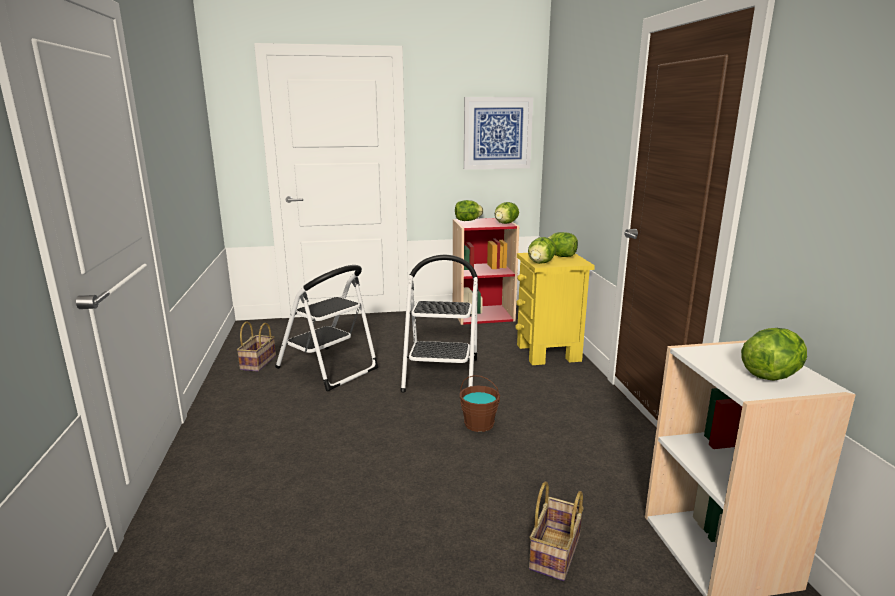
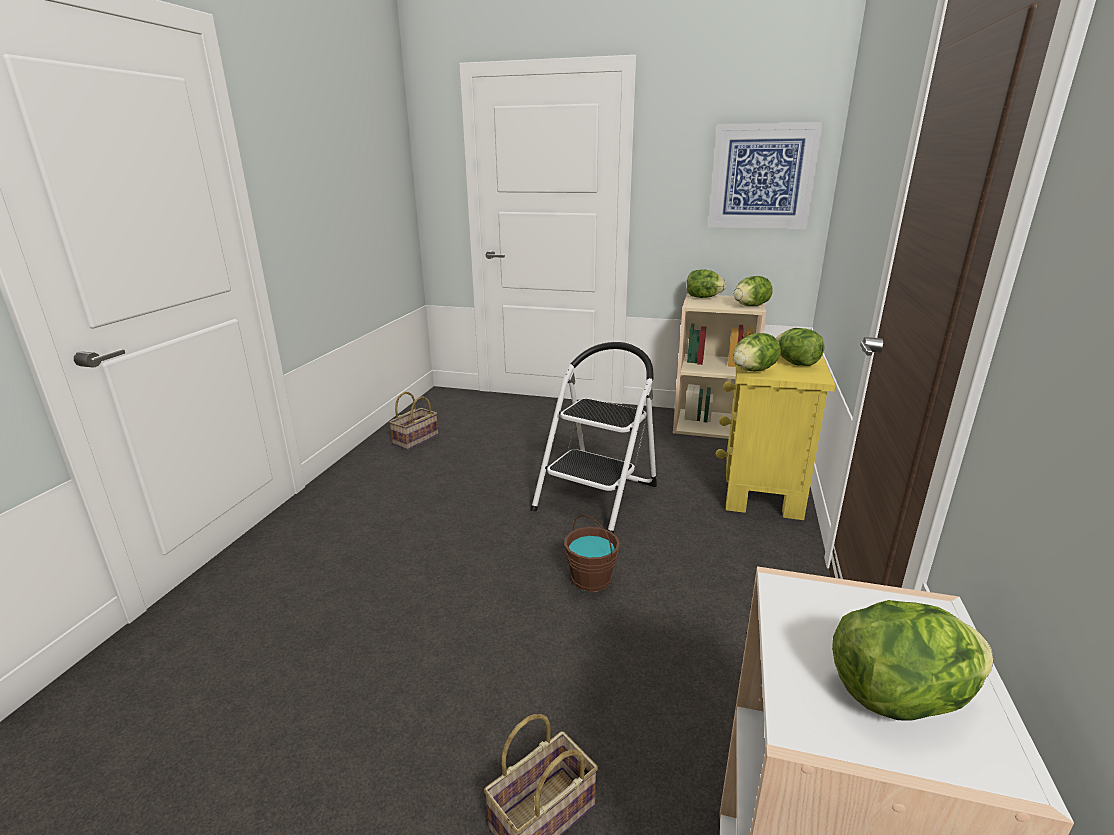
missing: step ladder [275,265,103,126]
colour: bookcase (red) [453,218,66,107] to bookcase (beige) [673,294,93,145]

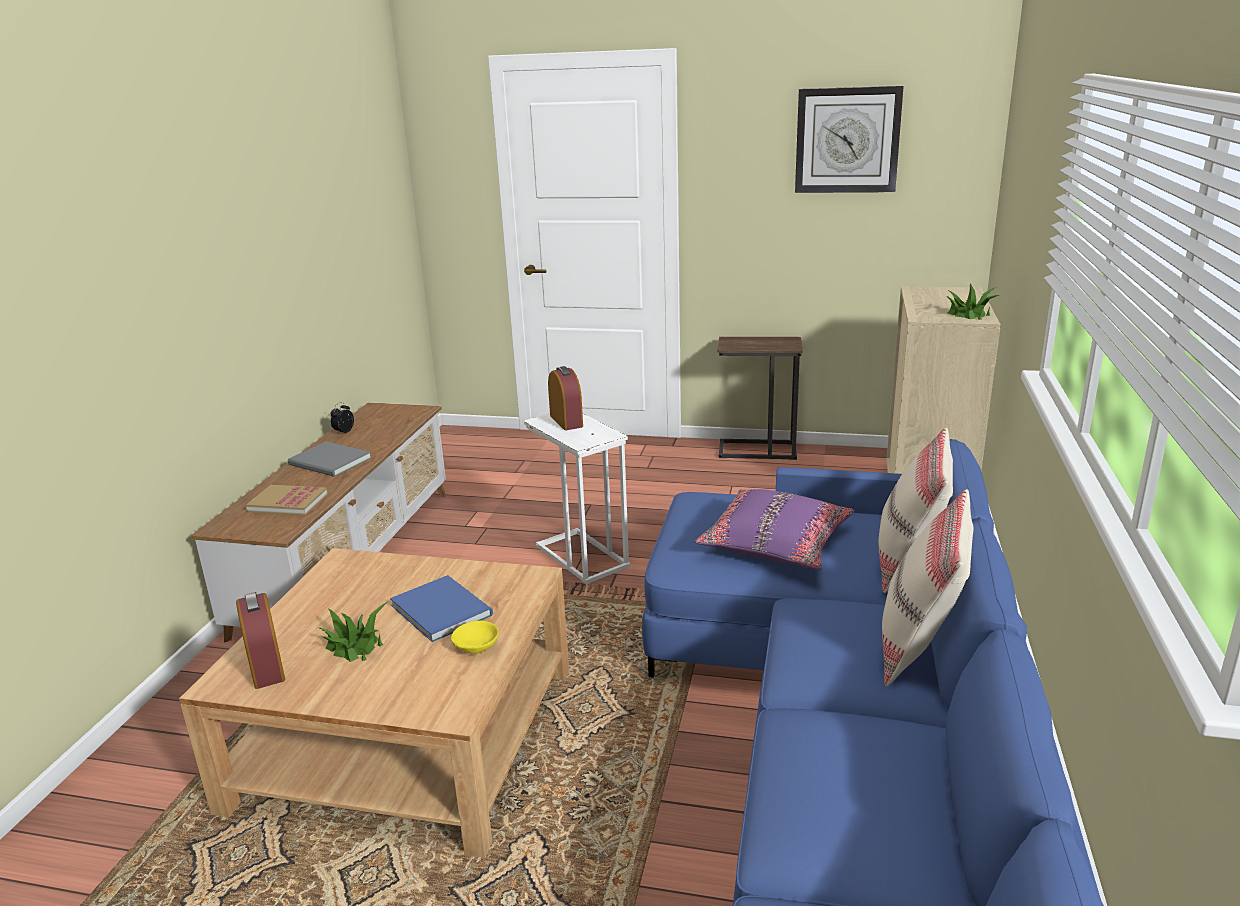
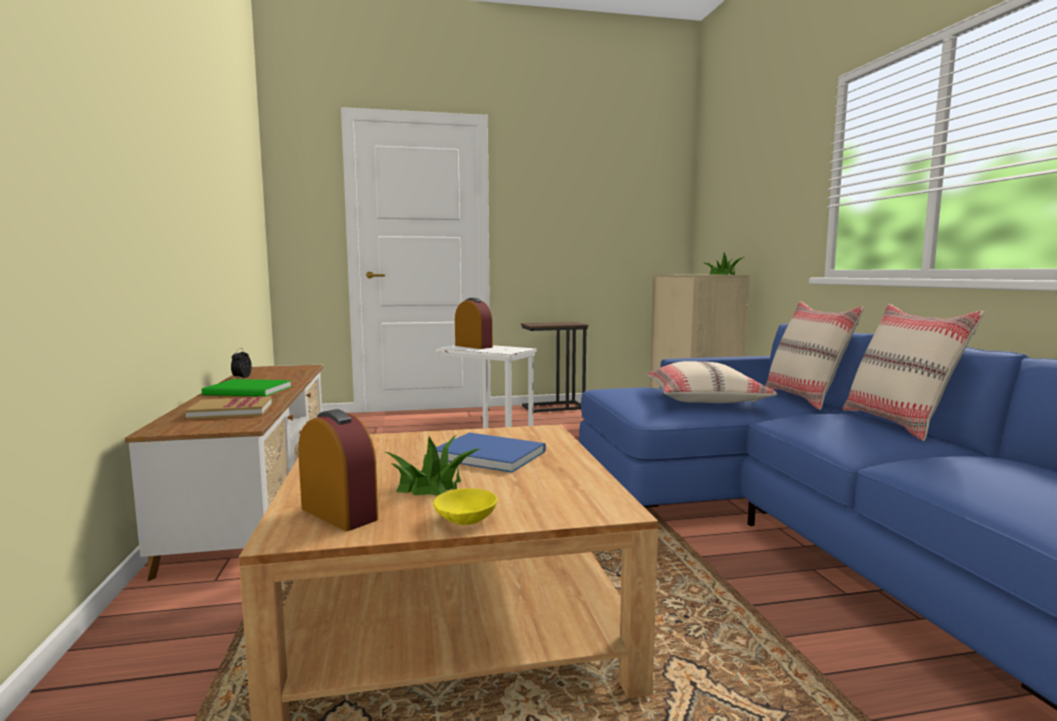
missing: wall clock [795,86,109,107]
relocated: bowl (yellow) [451,621,48,33] to [433,488,64,37]
colour: book (grey) [288,441,83,36] to book (green) [202,379,90,18]; pillow (purple) [695,489,160,81] to pillow (beige) [647,361,130,42]

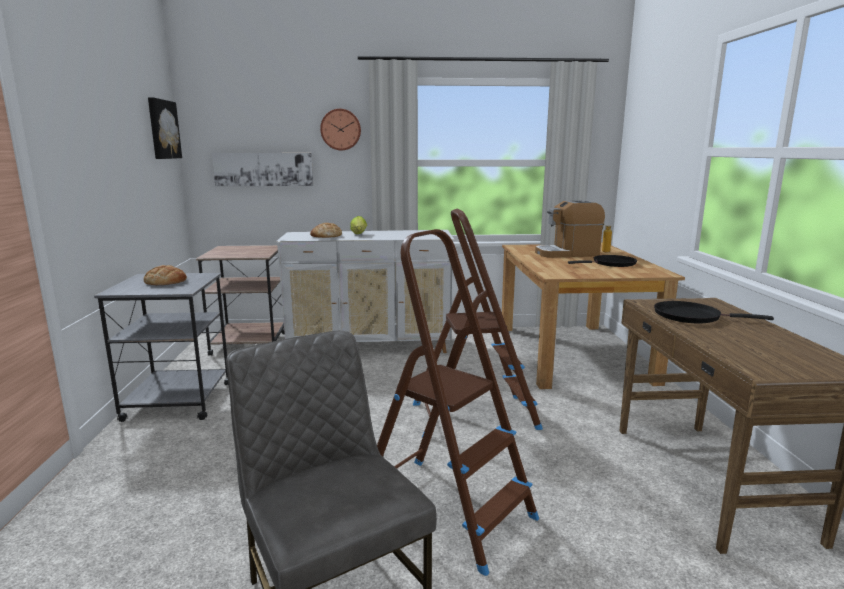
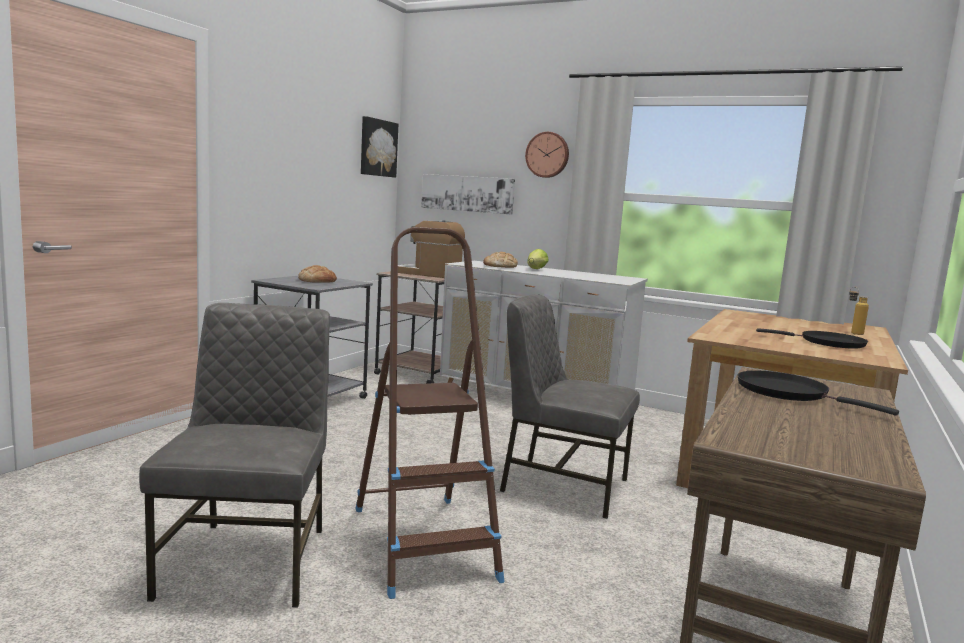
relocated: coffee machine [535,200,70,58] to [398,220,67,58]
exchanged: step ladder (brown) [413,209,130,229] to chair (grey) [500,294,140,225]

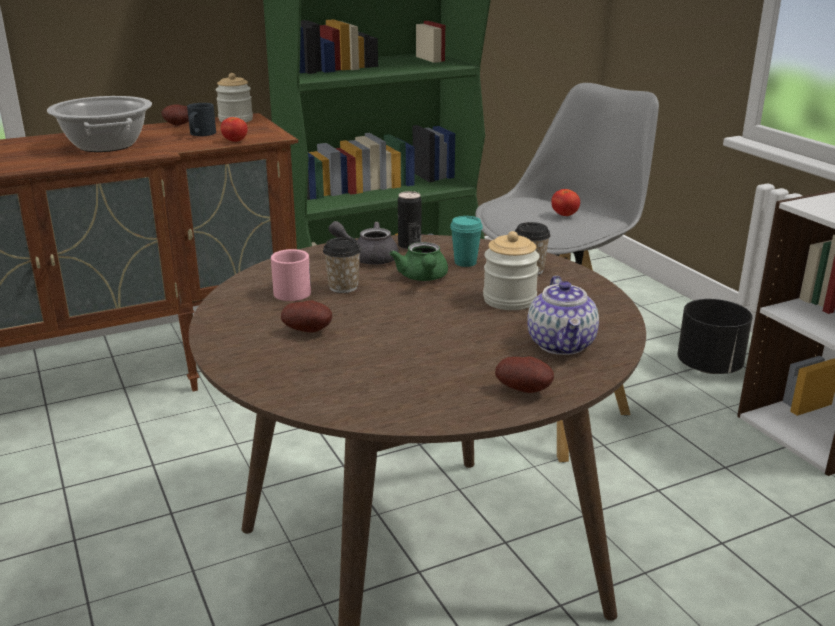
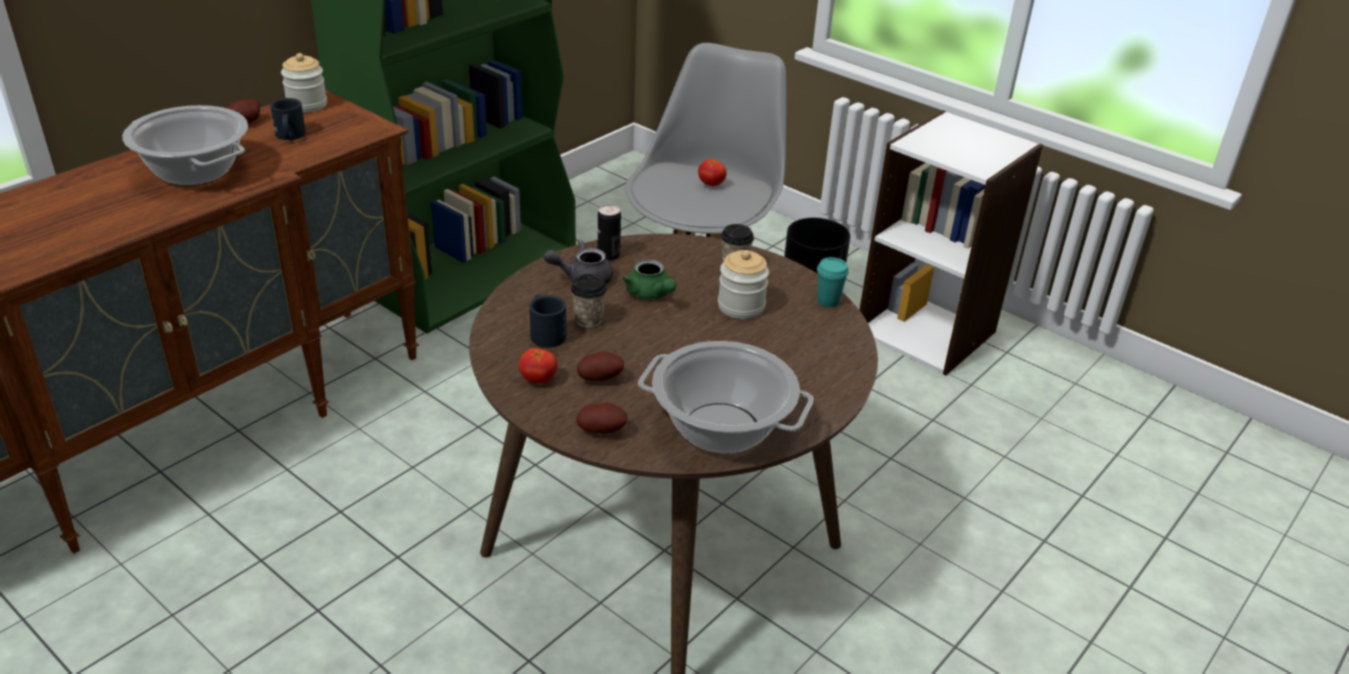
missing: teapot [527,276,72,79]
appeared: cooking pot [638,341,176,113]
relocated: tomato [221,117,27,25] to [519,348,39,36]; potato [495,357,59,36] to [576,403,51,31]; cup (turquoise) [450,216,33,51] to [817,257,32,50]
colour: mug (pink) [271,249,40,52] to mug (black) [529,295,37,53]

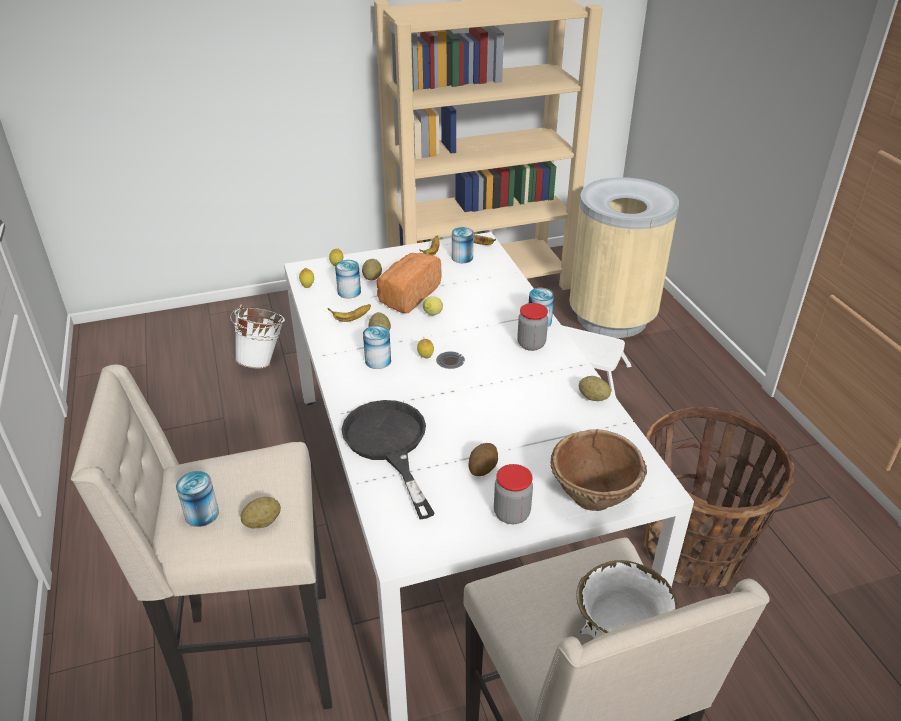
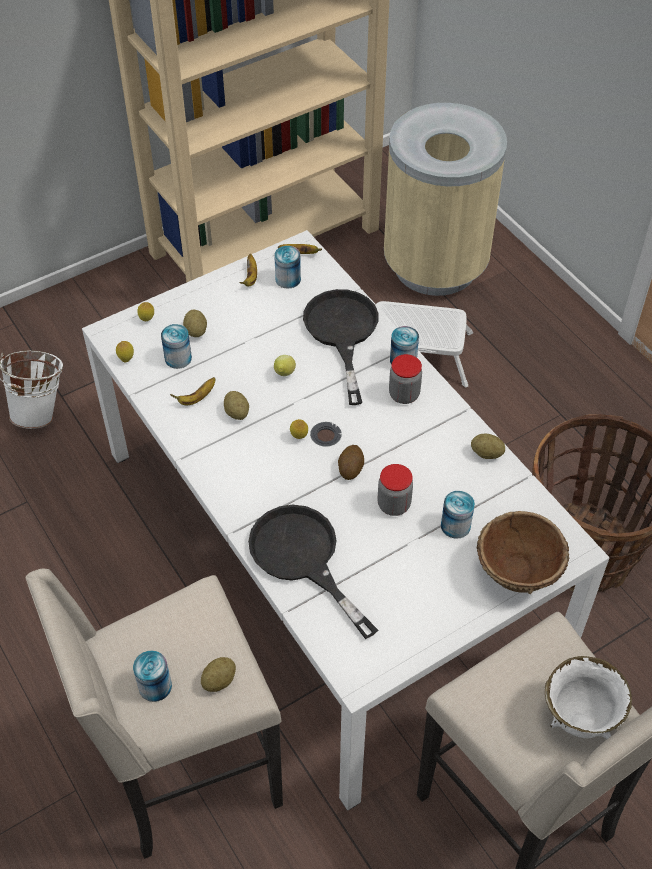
missing: bread [377,253,64,61]
appeared: frying pan (black) [303,289,76,116]
relocated: potato [469,443,29,33] to [338,445,26,35]; jar [494,464,39,60] to [378,464,35,52]; can [363,325,28,44] to [441,491,34,48]

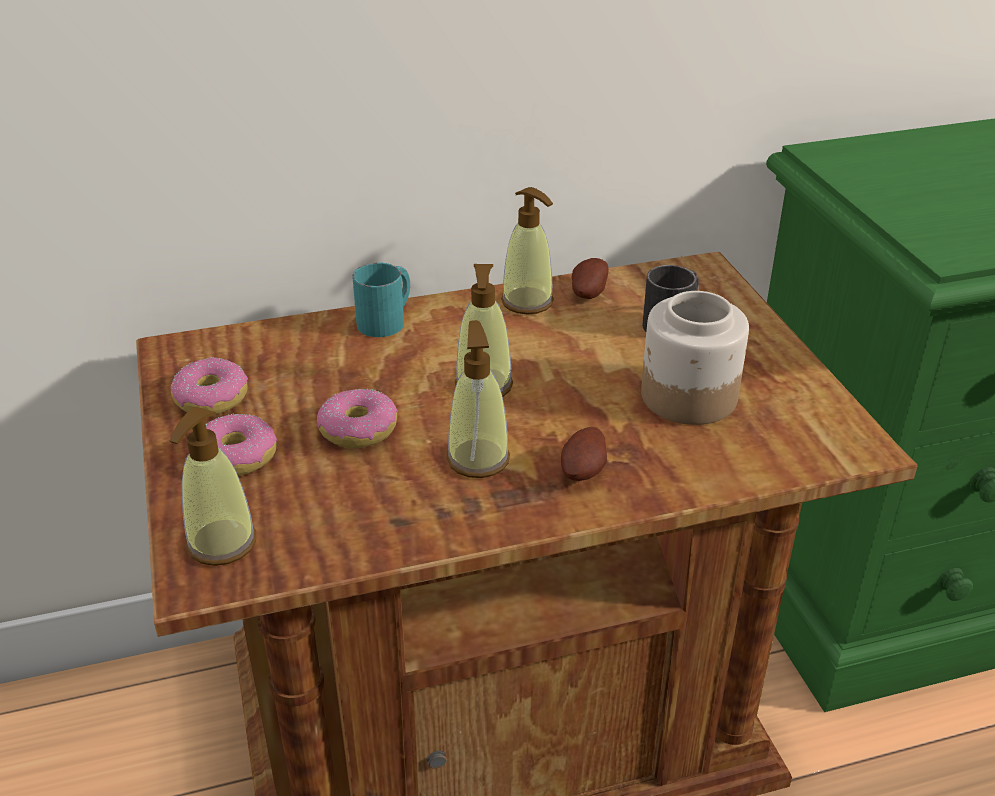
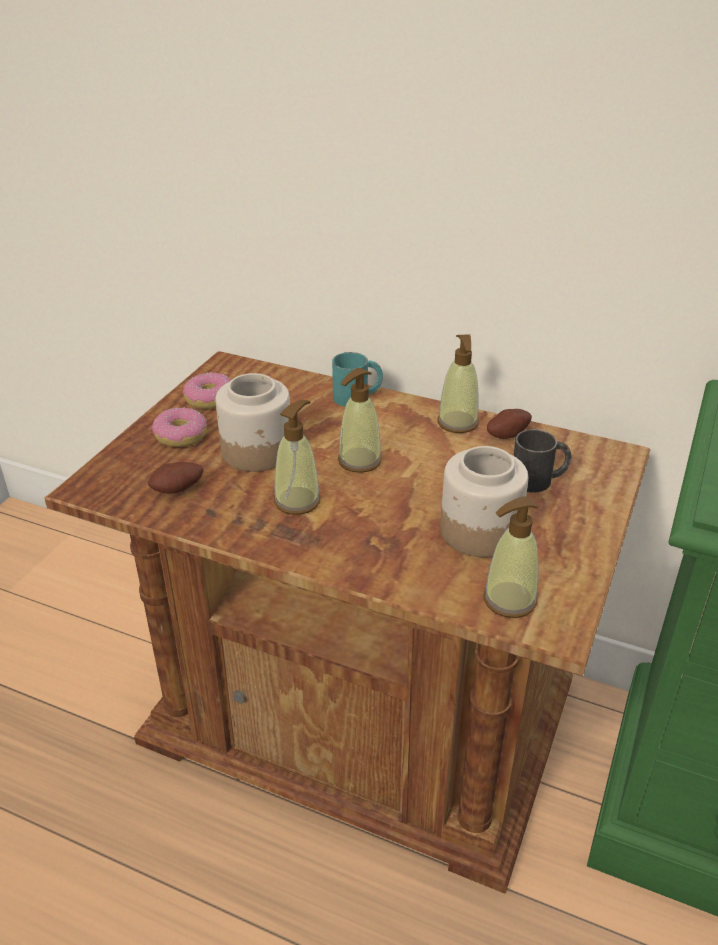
relocated: potato [561,427,46,54] to [148,462,55,31]; soap dispenser [169,407,87,159] to [484,496,55,122]
exchanged: donut [317,389,81,59] to jar [216,373,74,99]

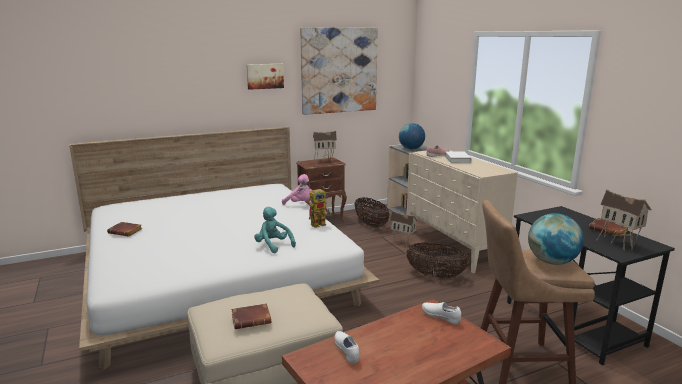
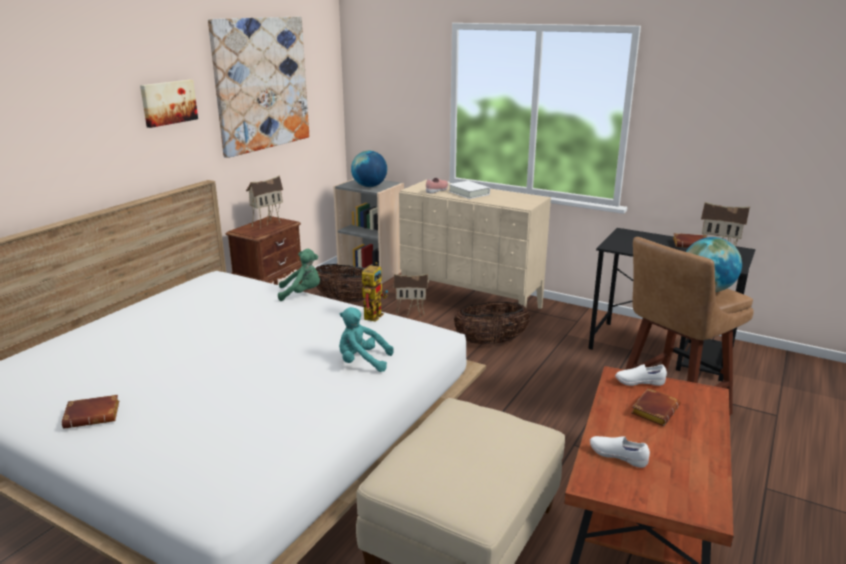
relocated: book (brown) [231,303,40,26] to [631,388,49,38]
colour: plush toy (pink) [282,174,30,31] to plush toy (green) [278,249,42,52]

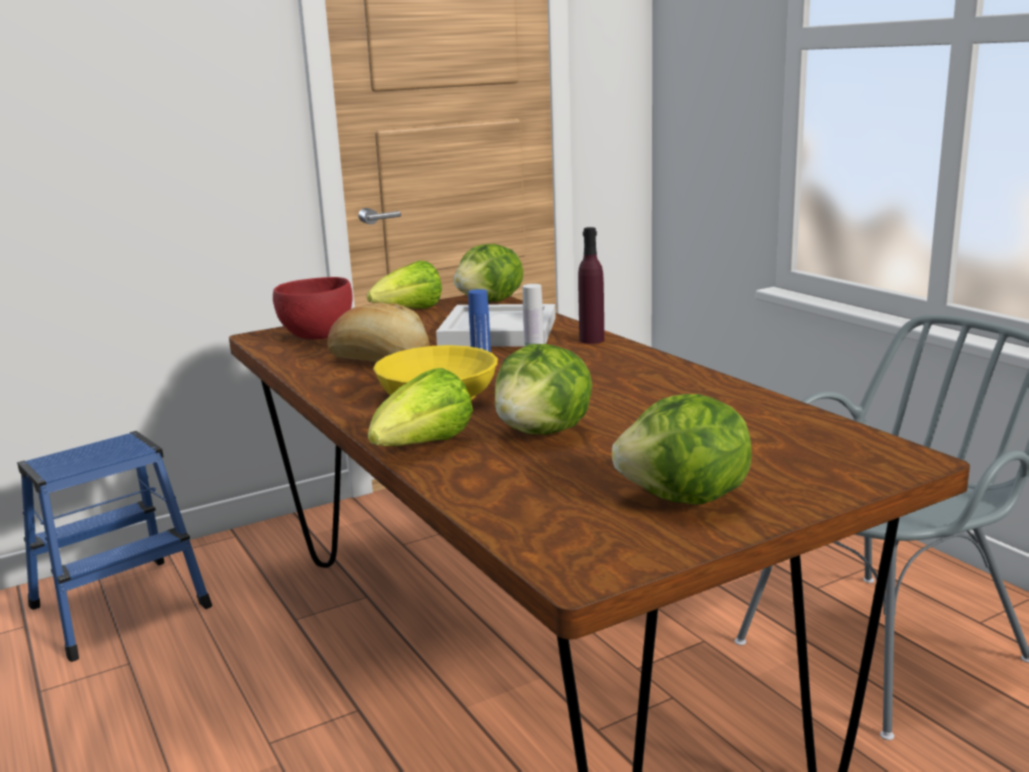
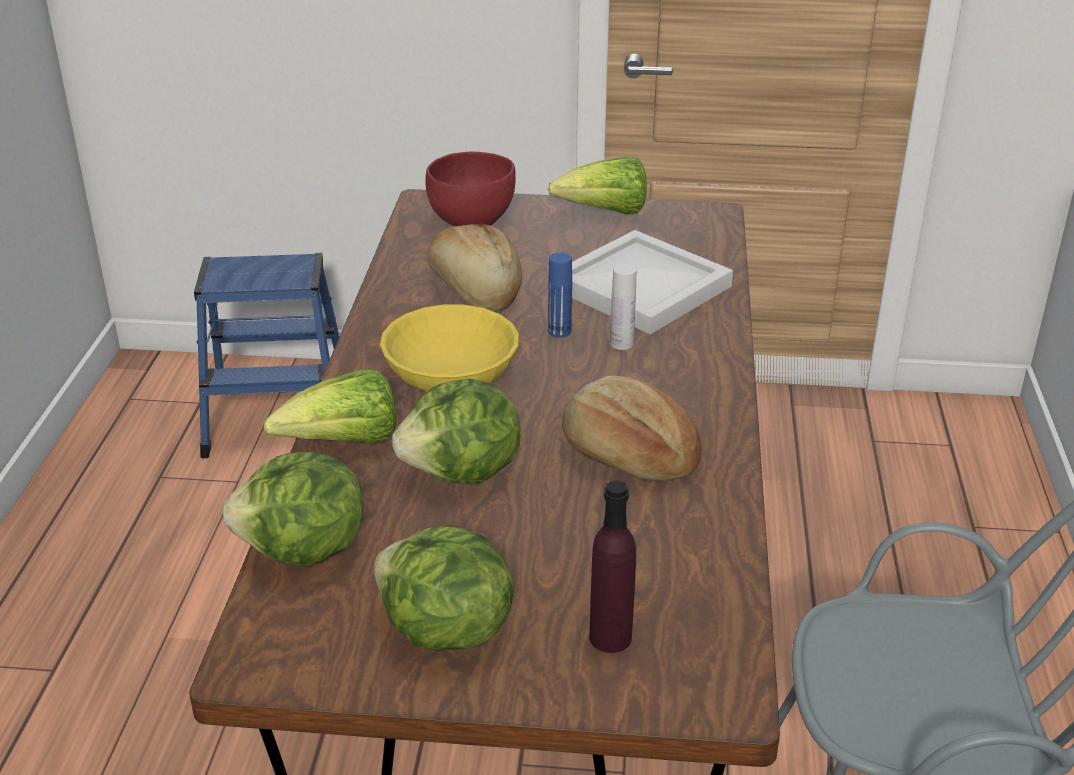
appeared: bread [562,376,140,105]
relocated: lettuce [453,244,70,58] to [223,451,141,116]; bottle (purple) [578,227,26,117] to [589,480,47,173]

